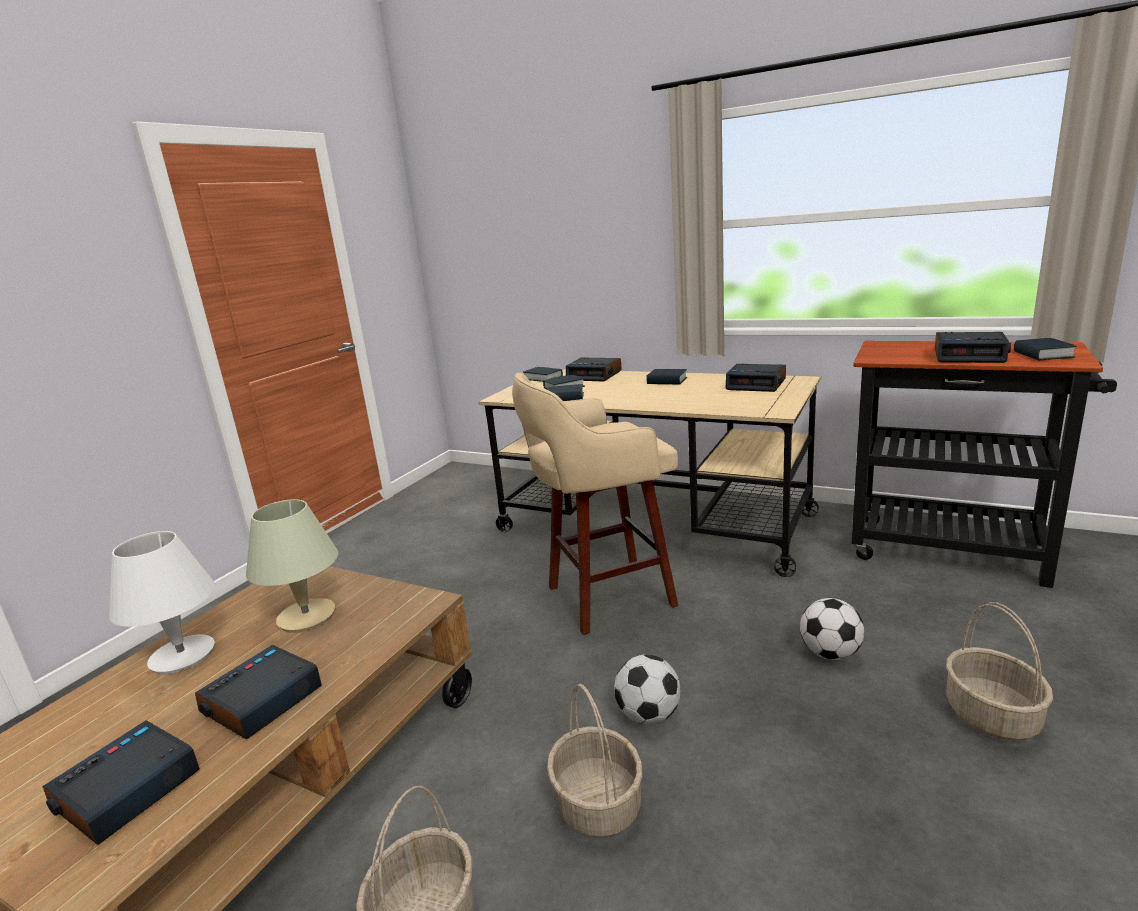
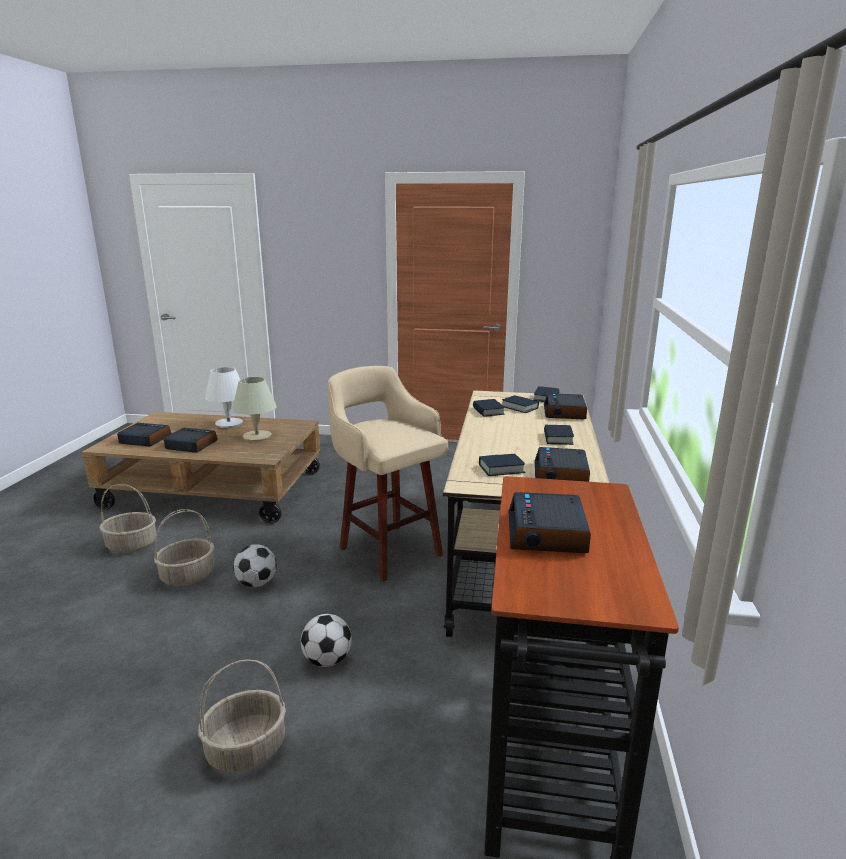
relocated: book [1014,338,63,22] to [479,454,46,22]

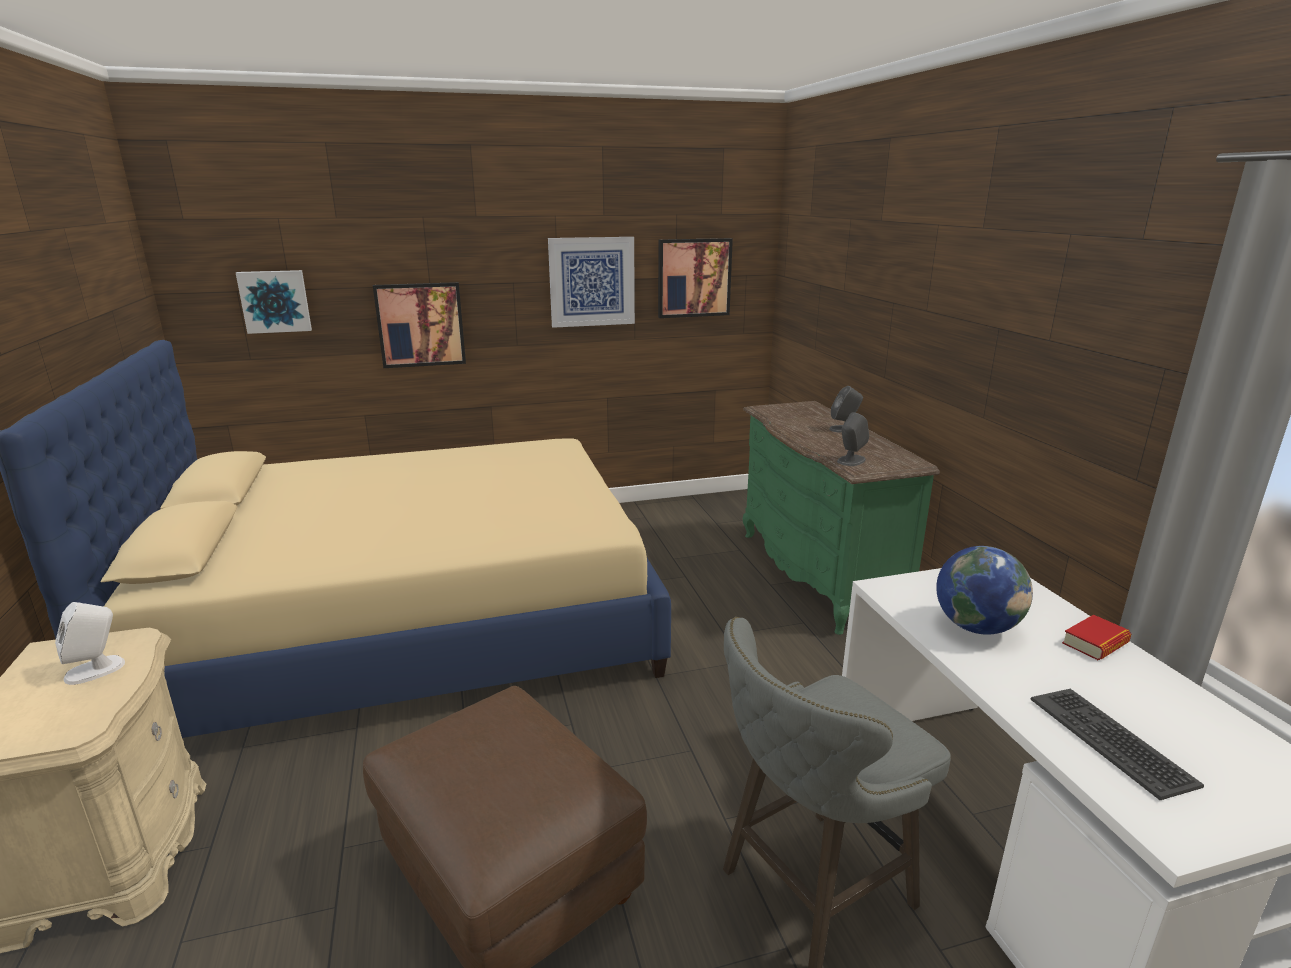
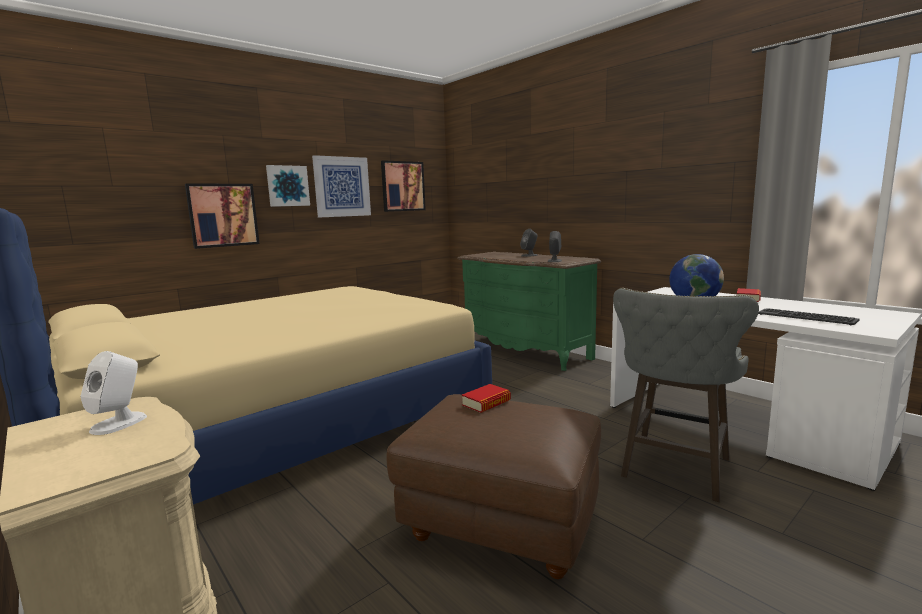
appeared: book [462,384,49,29]
relocated: picture [236,270,76,64] to [266,165,44,42]

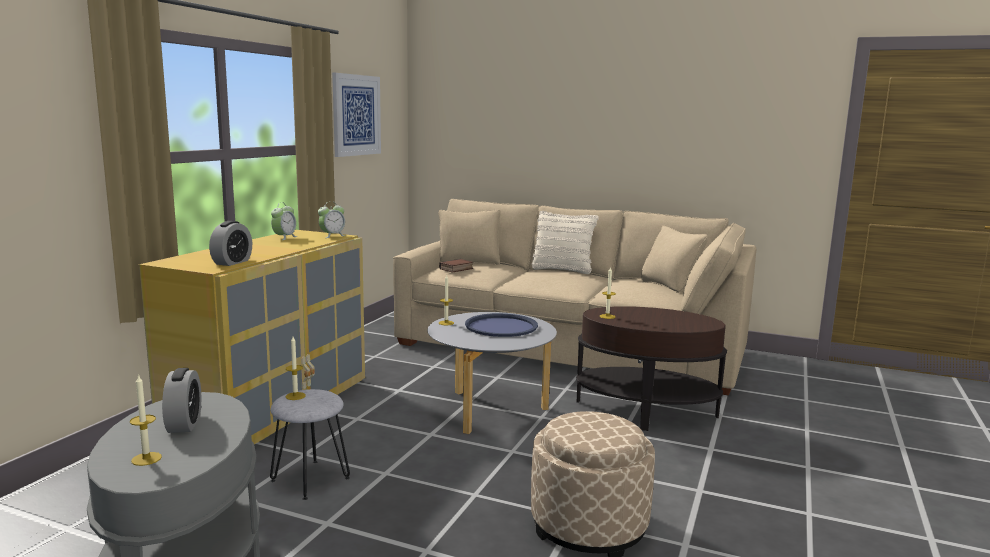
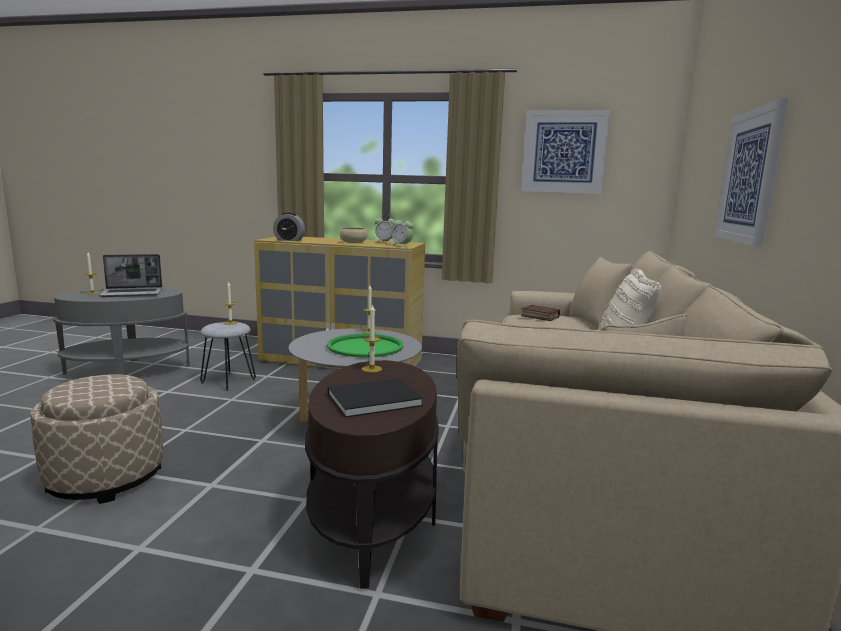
appeared: book (black) [328,378,95,40]; bowl (beige) [340,227,27,16]; picture [714,98,75,149]
exchanged: alarm clock [162,368,39,65] to laptop [99,254,63,43]
colour: tray (blue) [465,313,73,24] to tray (green) [327,333,77,25]

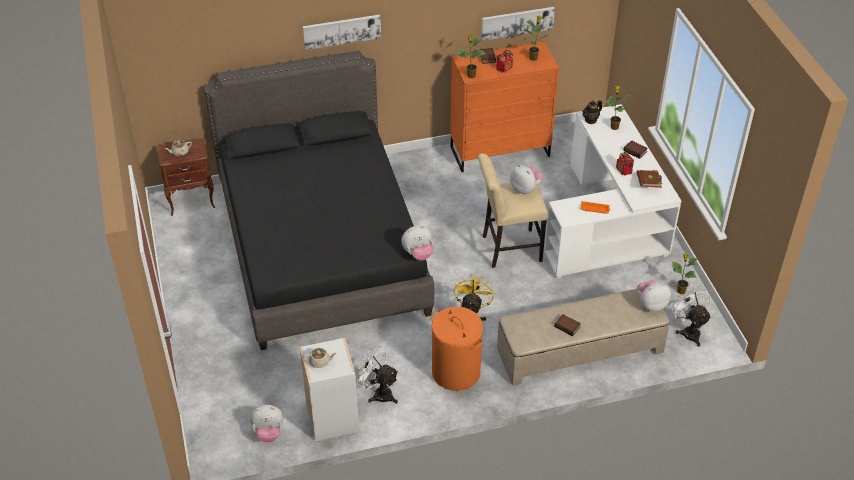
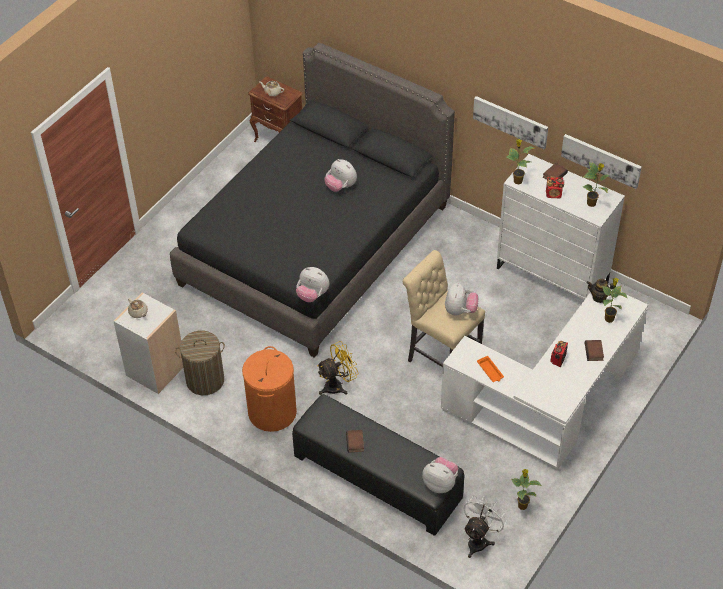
missing: book (brown) [636,170,26,18]
relocated: plush toy [250,405,33,37] to [324,159,33,33]; picture [303,15,78,35] to [473,96,75,53]
exchanged: fan (white) [356,347,43,57] to laundry basket [175,330,50,65]
colour: bench (beige) [497,289,172,96] to bench (black) [292,394,173,142]; dresser (orange) [450,42,109,130] to dresser (white) [497,154,128,146]

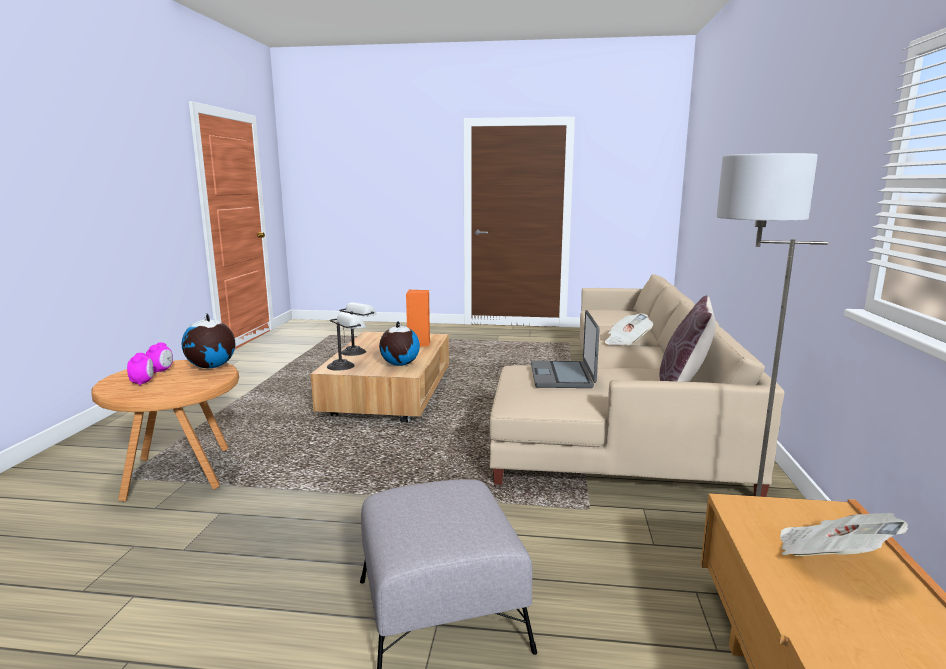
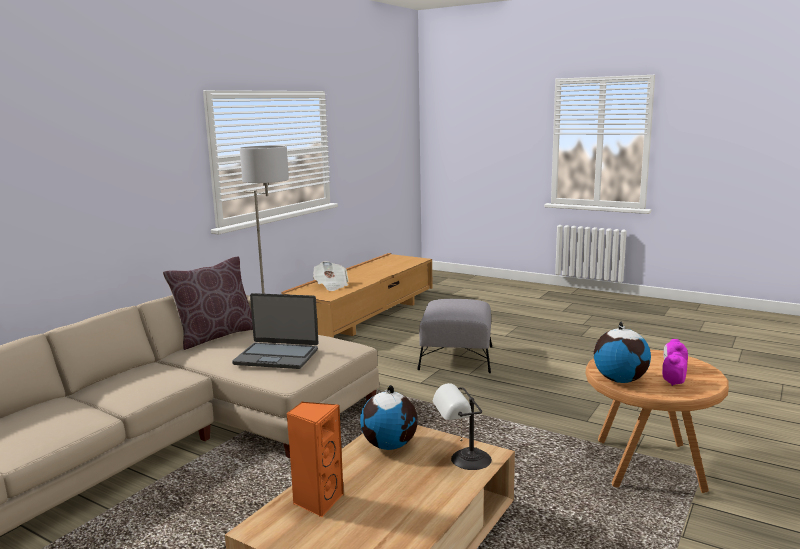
missing: table lamp [339,302,38,54]; newspaper [605,313,48,33]
spun: laptop [531,310,69,78] = [232,293,86,76] 75 degrees clockwise

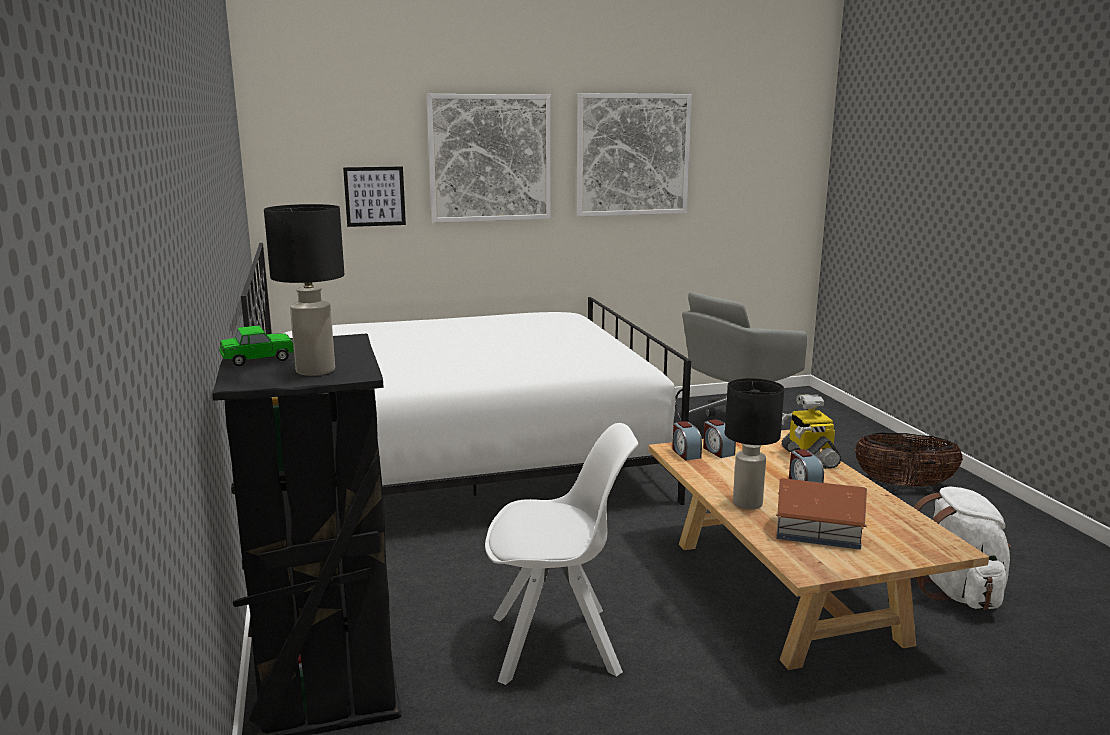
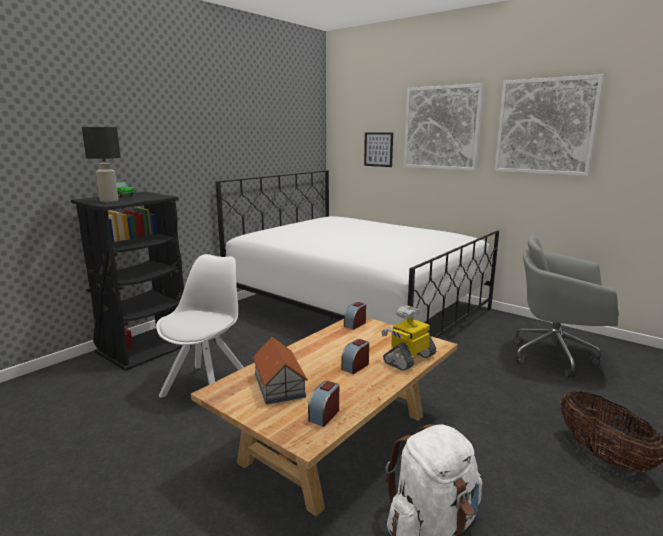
missing: table lamp (black) [725,378,59,132]
relocated: alarm clock [703,419,33,39] to [308,381,31,46]
spun: chair (white) [485,423,154,262] = [156,254,88,144] 120 degrees counterclockwise

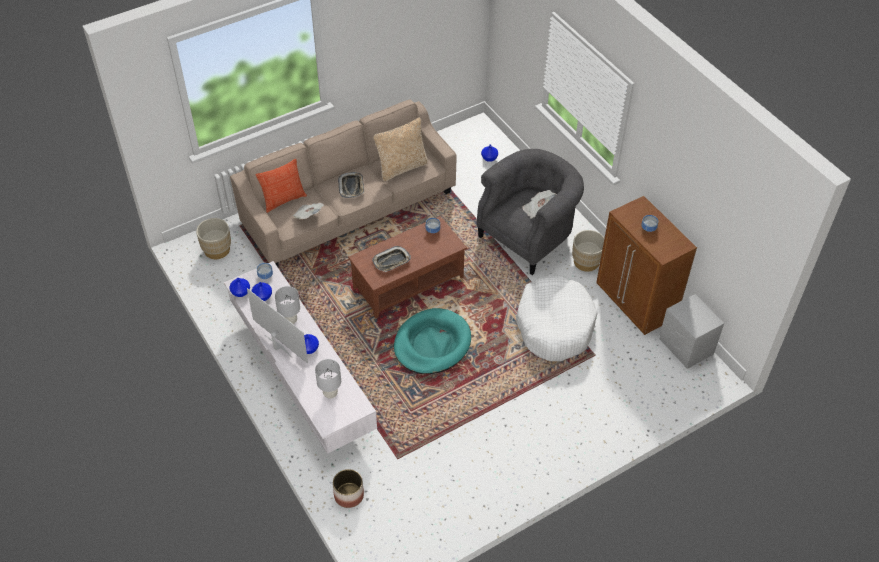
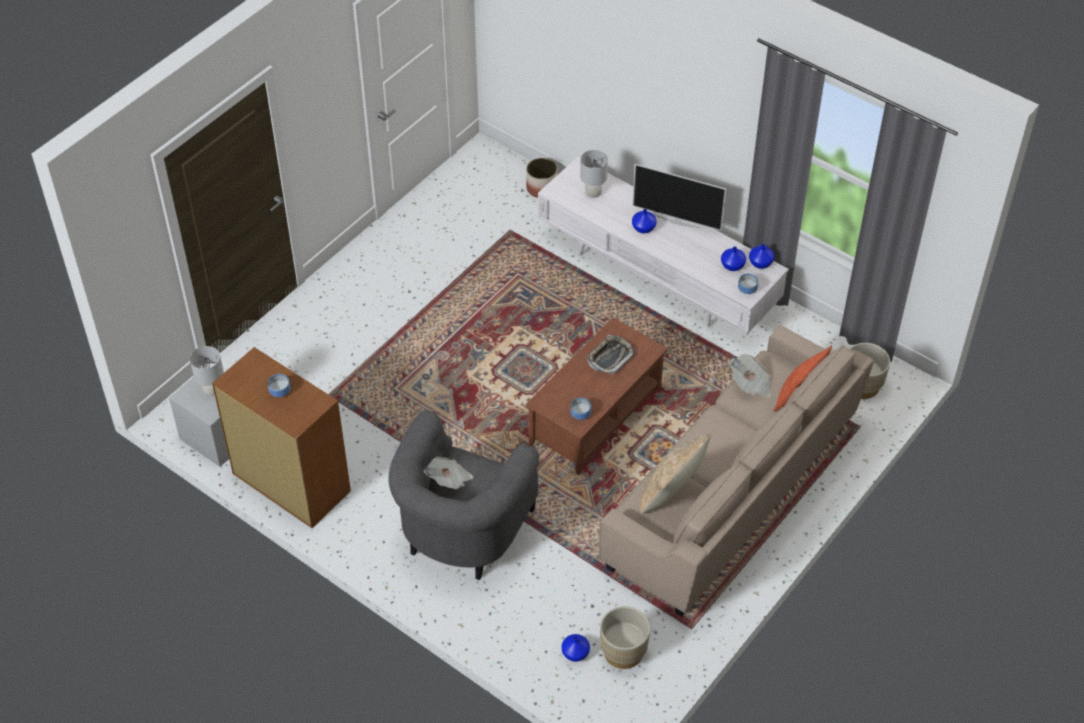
missing: tray [338,172,26,26]; dog bed (turquoise) [394,308,77,66]; dog bed (white) [516,274,81,87]
relocated: table lamp (grey) [275,286,25,38] to [190,346,34,50]; planter (beige) [572,230,32,42] to [600,606,50,63]

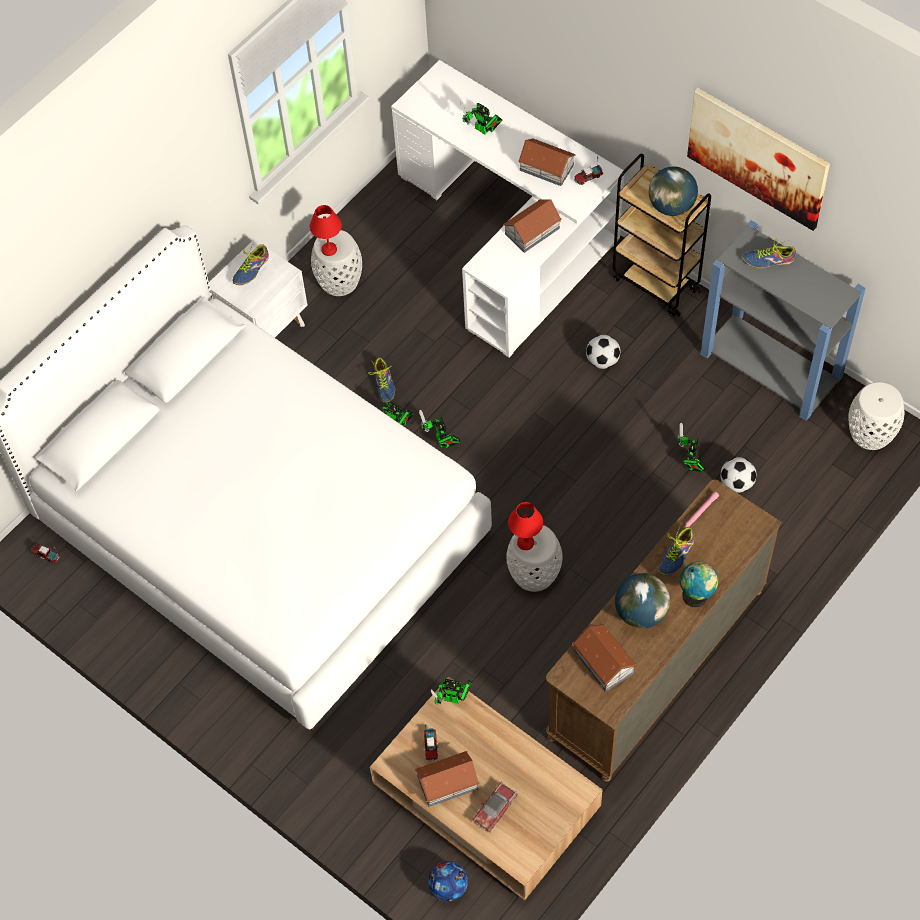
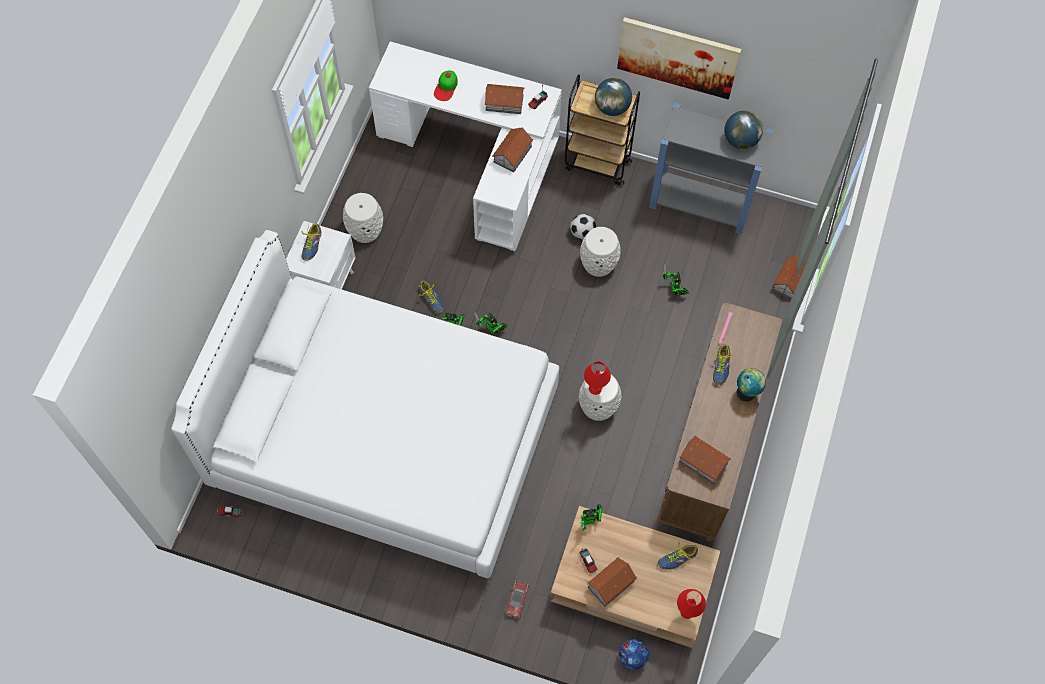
missing: football [721,457,35,36]
appeared: toy house [772,256,35,43]
relocated: toy car [473,782,45,50] to [505,580,24,38]; stool (white) [848,382,56,68] to [580,227,41,50]; shoe [742,238,54,30] to [658,541,40,29]; table lamp (red) [310,205,32,51] to [677,589,29,30]; globe [615,573,55,55] to [724,111,39,38]
exchanged: toy robot [460,101,42,34] to cap [434,70,24,31]

